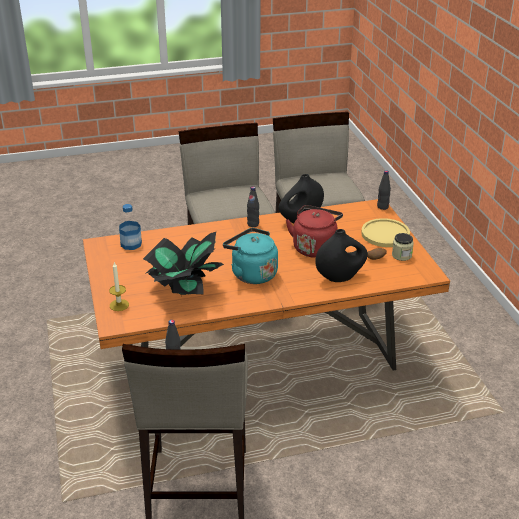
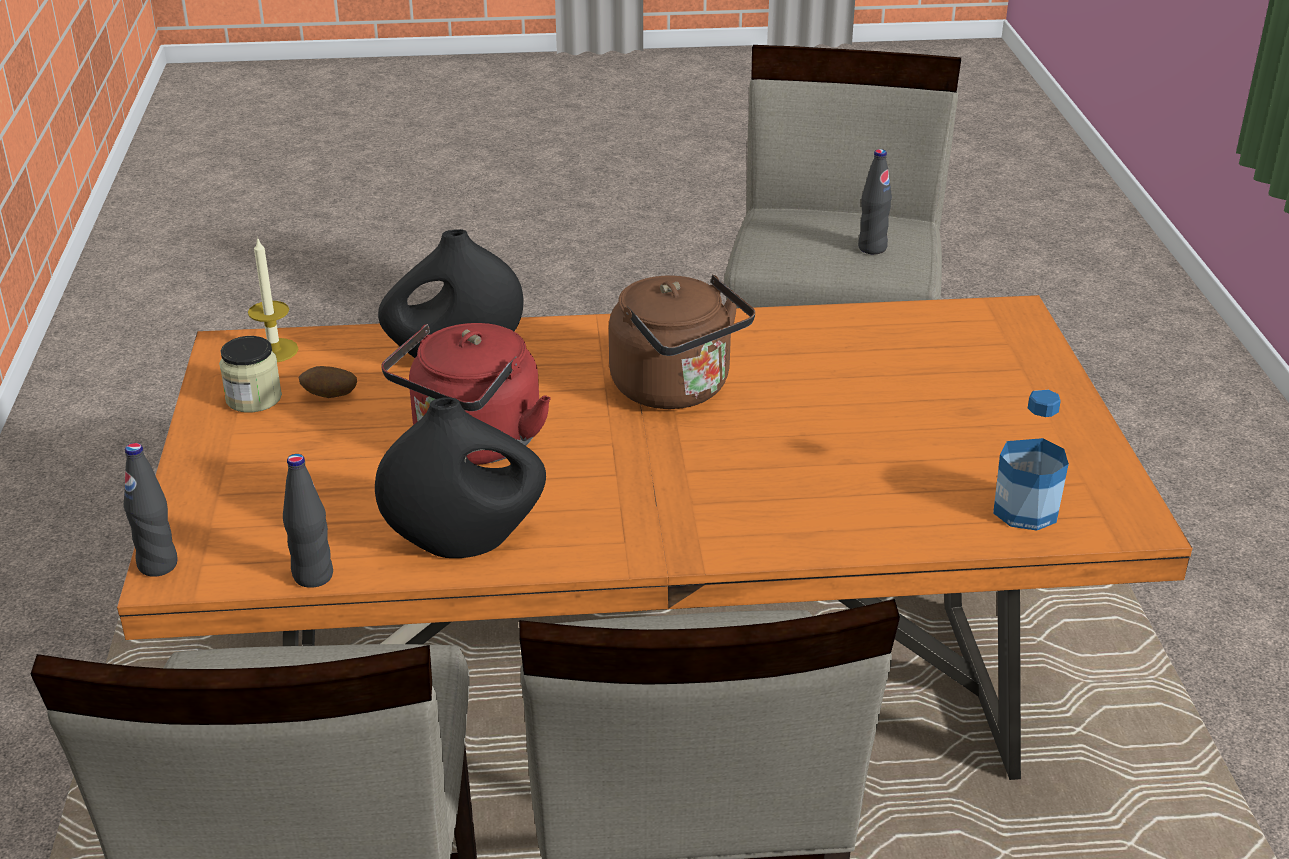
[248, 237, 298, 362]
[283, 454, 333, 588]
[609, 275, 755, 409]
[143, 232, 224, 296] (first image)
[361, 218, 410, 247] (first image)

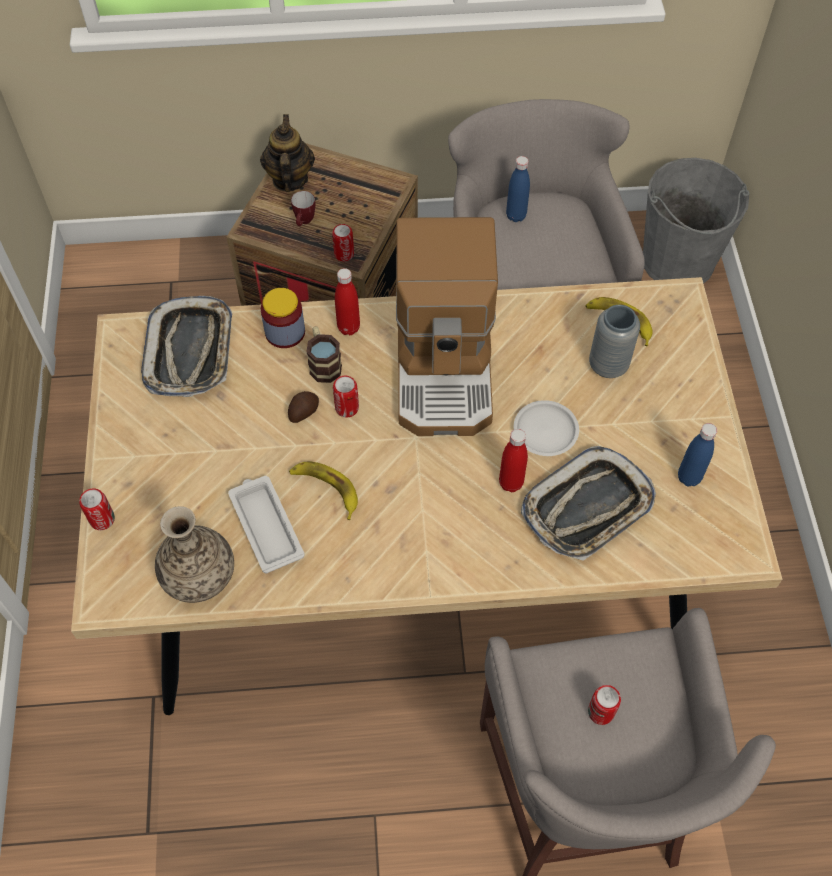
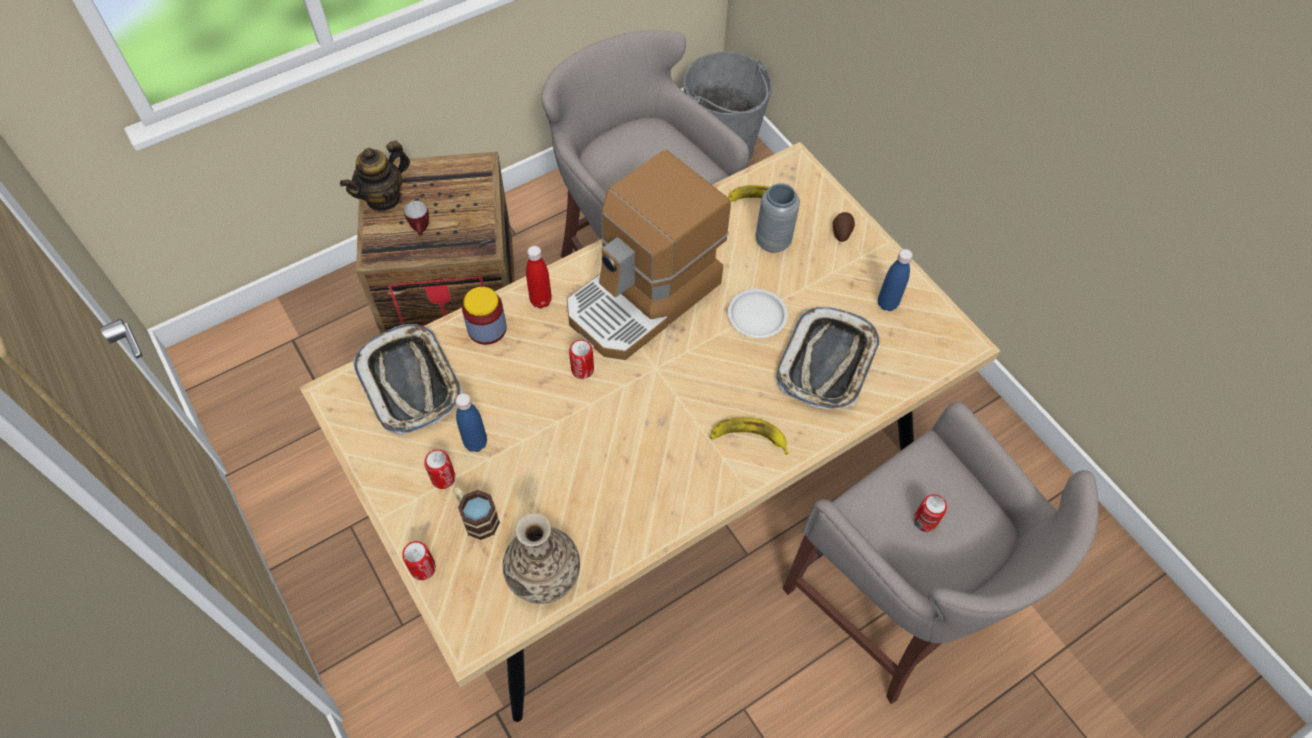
[340, 140, 410, 212]
[424, 449, 455, 489]
[453, 487, 500, 540]
[455, 393, 487, 452]
[567, 150, 731, 360]
[710, 418, 789, 455]
[833, 212, 855, 242]
[228, 476, 305, 573] (first image)
[499, 429, 528, 492] (first image)

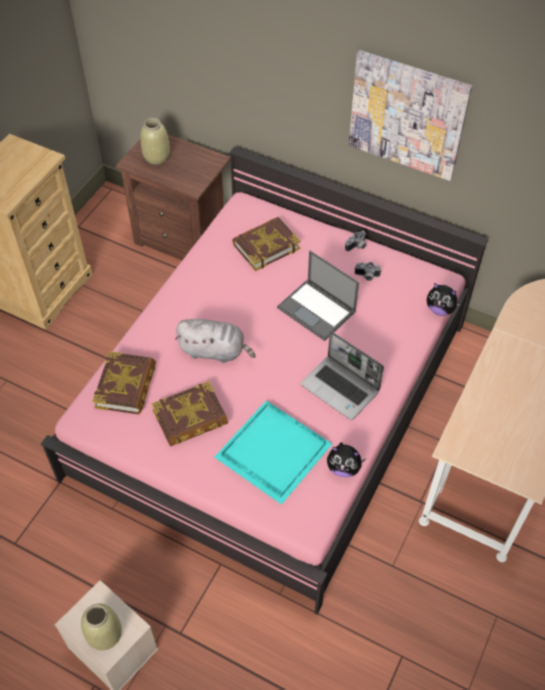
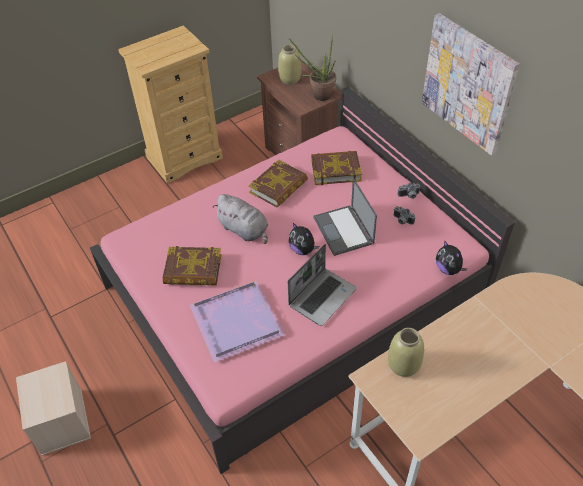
[189, 281, 285, 362]
[249, 160, 308, 207]
[288, 244, 357, 326]
[289, 34, 336, 101]
[289, 223, 319, 255]
[388, 328, 424, 377]

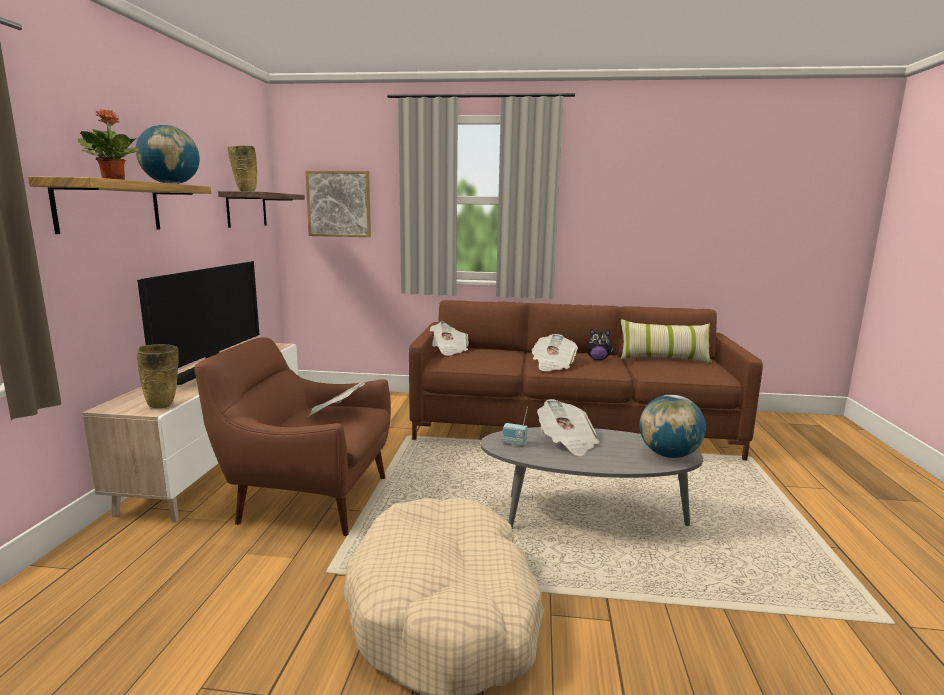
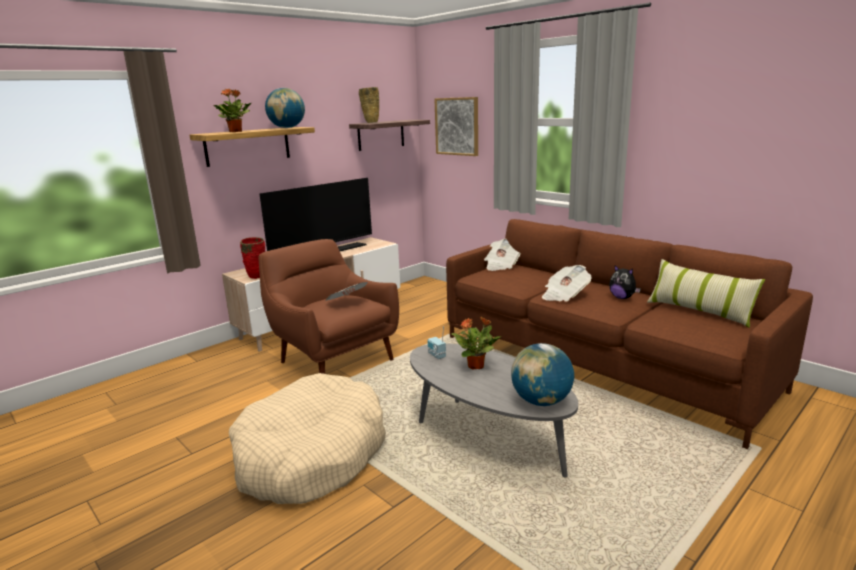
[240, 237, 265, 279]
[451, 317, 501, 369]

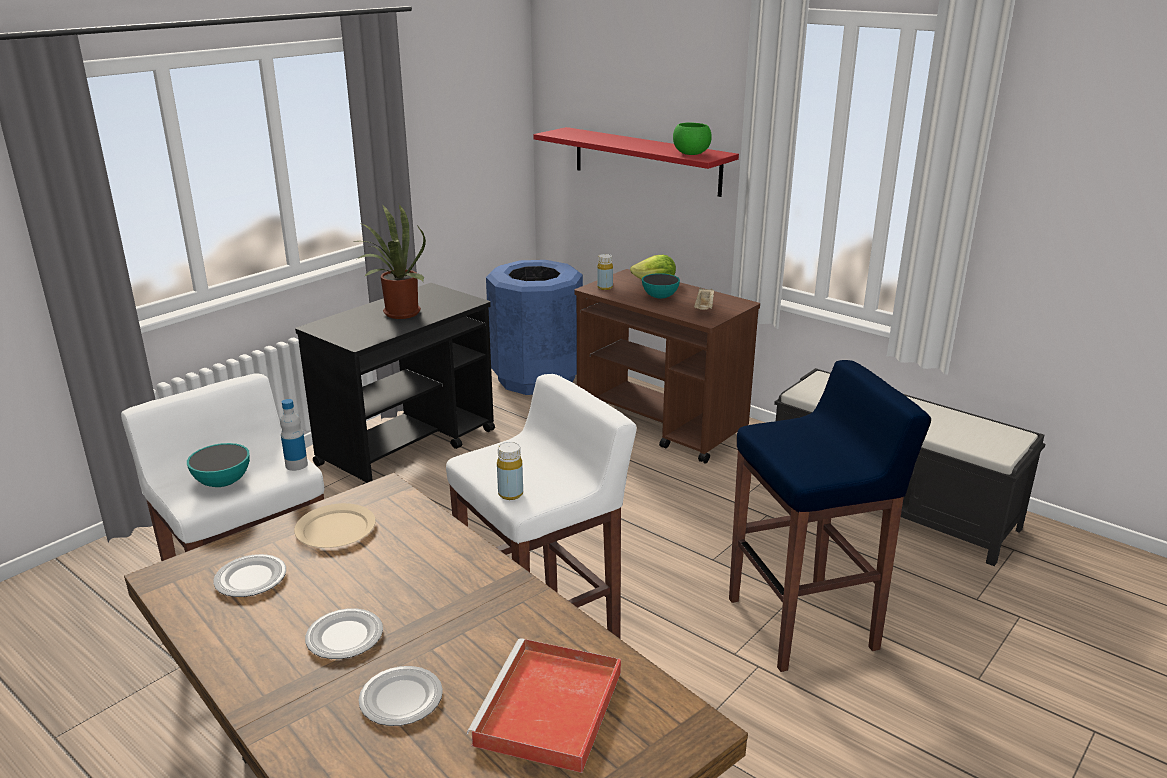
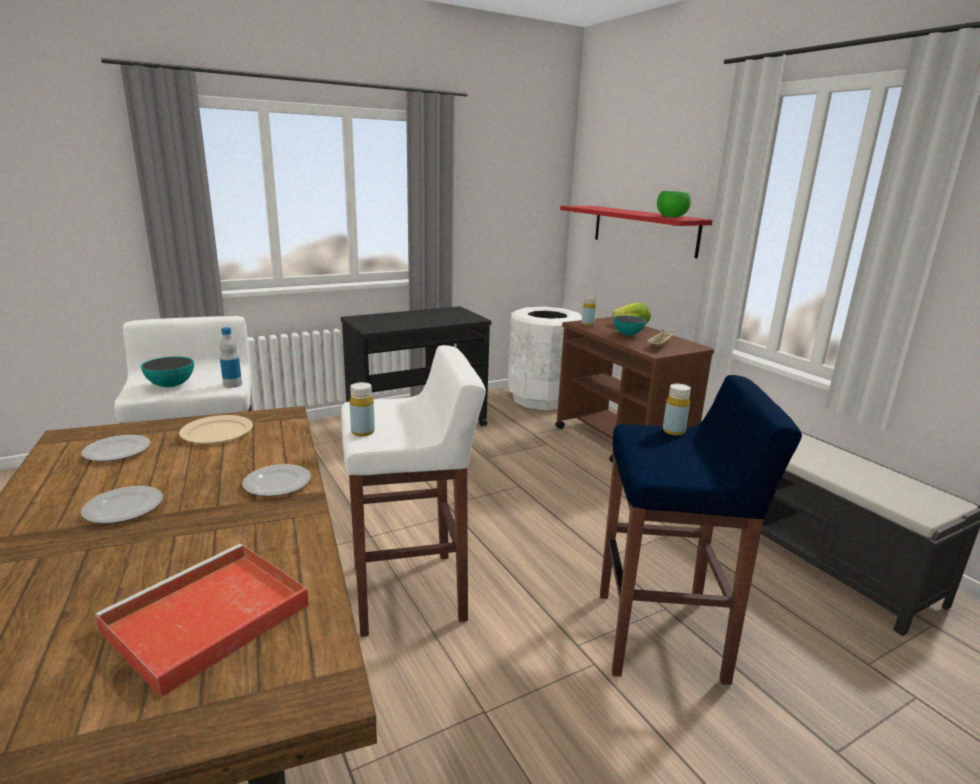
[242, 464, 311, 496]
[508, 307, 582, 410]
[663, 384, 691, 436]
[358, 204, 426, 319] (first image)

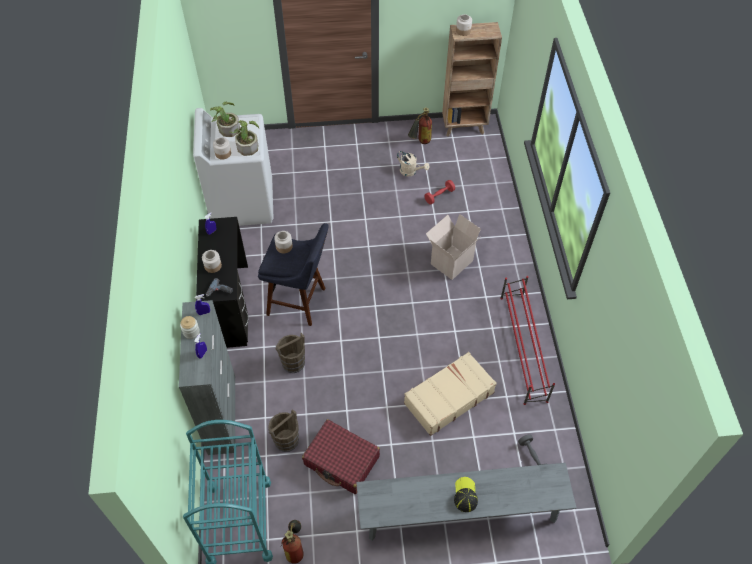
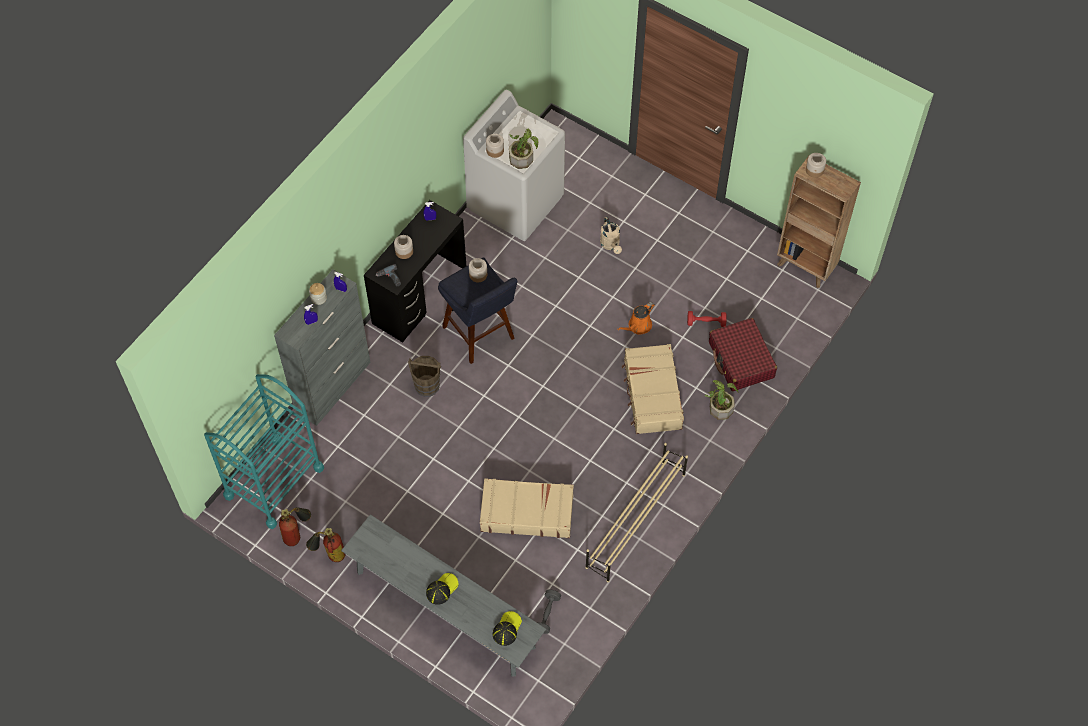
[306, 528, 346, 562]
[493, 611, 522, 646]
[585, 443, 688, 582]
[600, 217, 622, 254]
[617, 302, 655, 335]
[622, 344, 684, 434]
[704, 380, 739, 420]
[709, 318, 777, 391]
[268, 409, 299, 452] (first image)

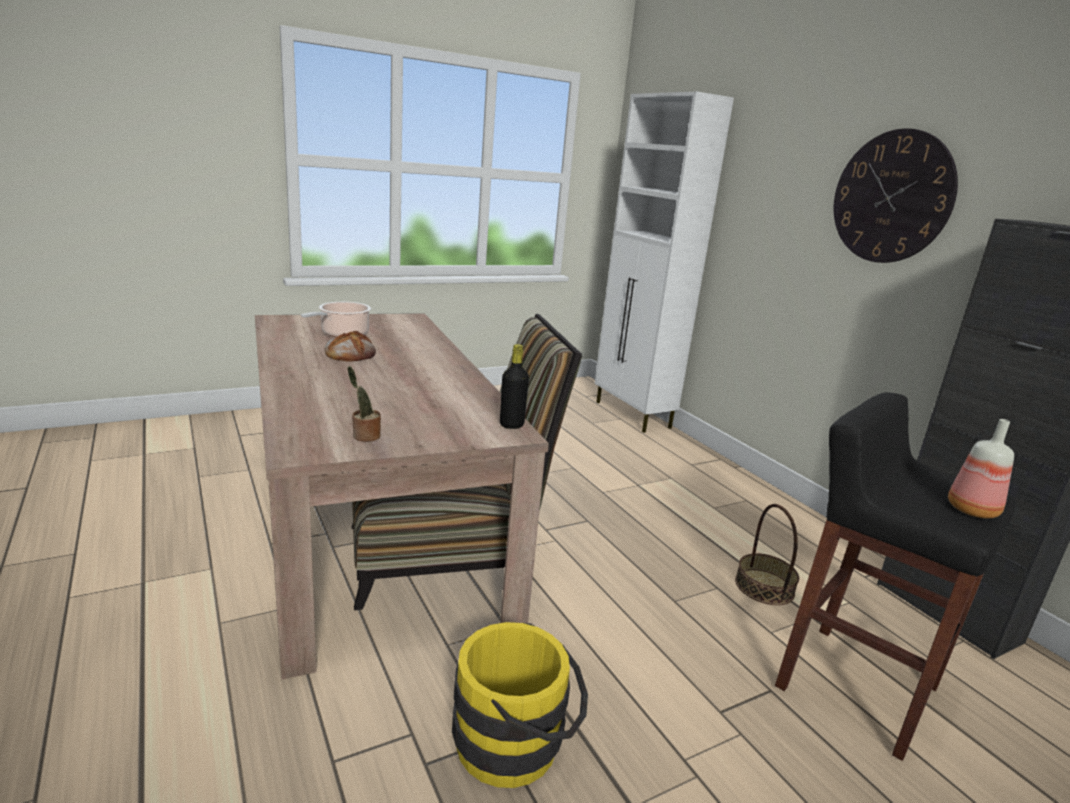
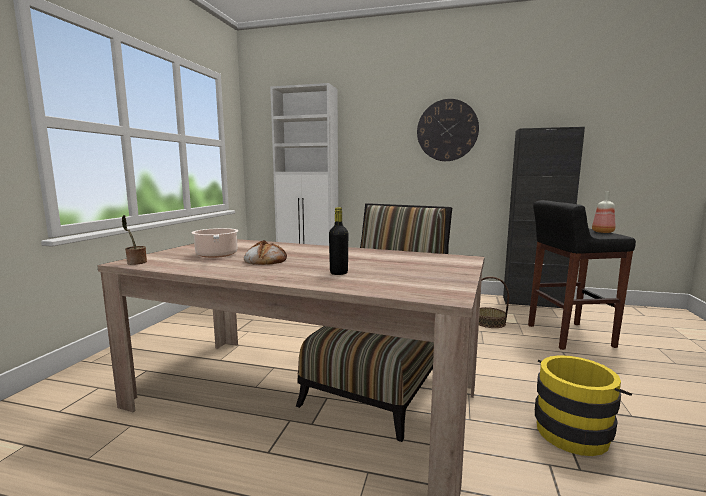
[122, 215, 147, 265]
[329, 207, 348, 275]

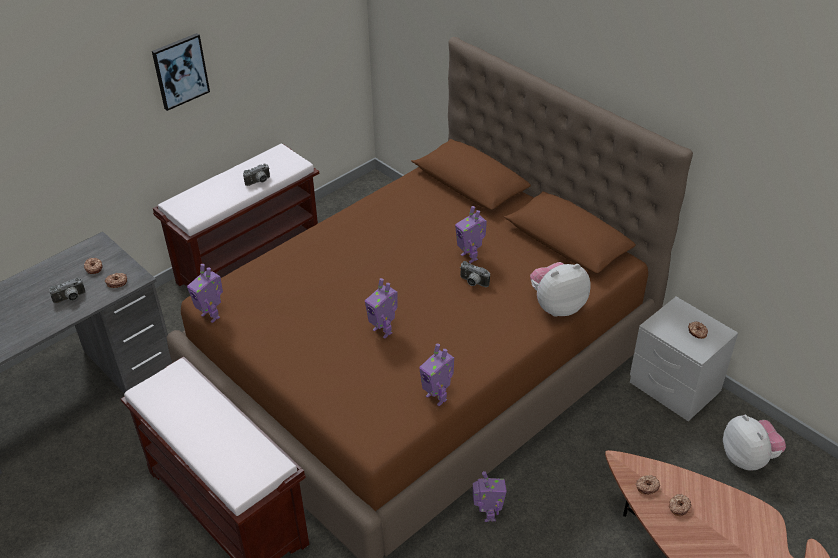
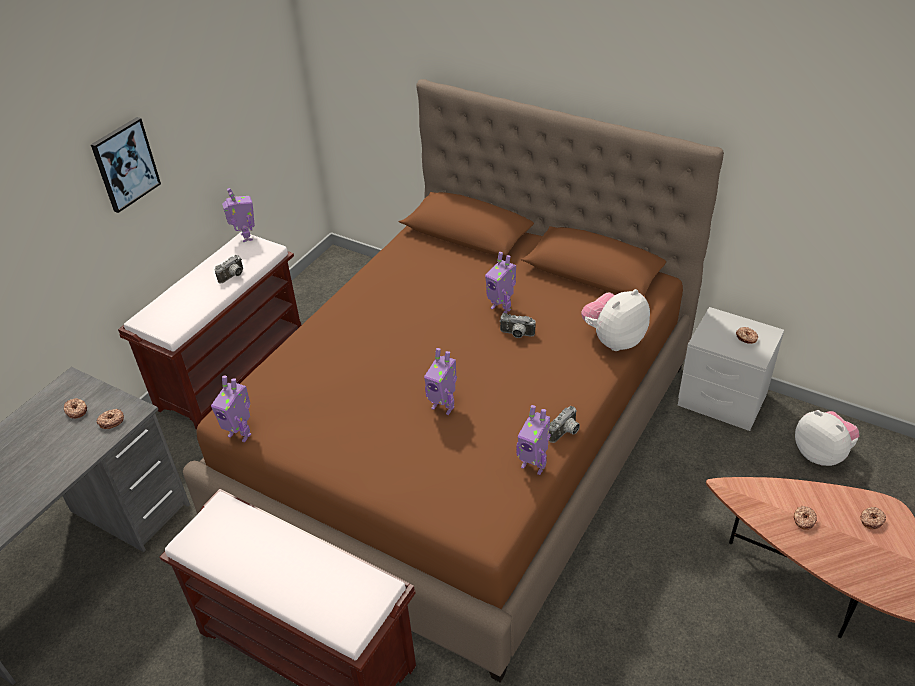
[222, 188, 255, 242]
[549, 406, 580, 443]
[860, 507, 886, 529]

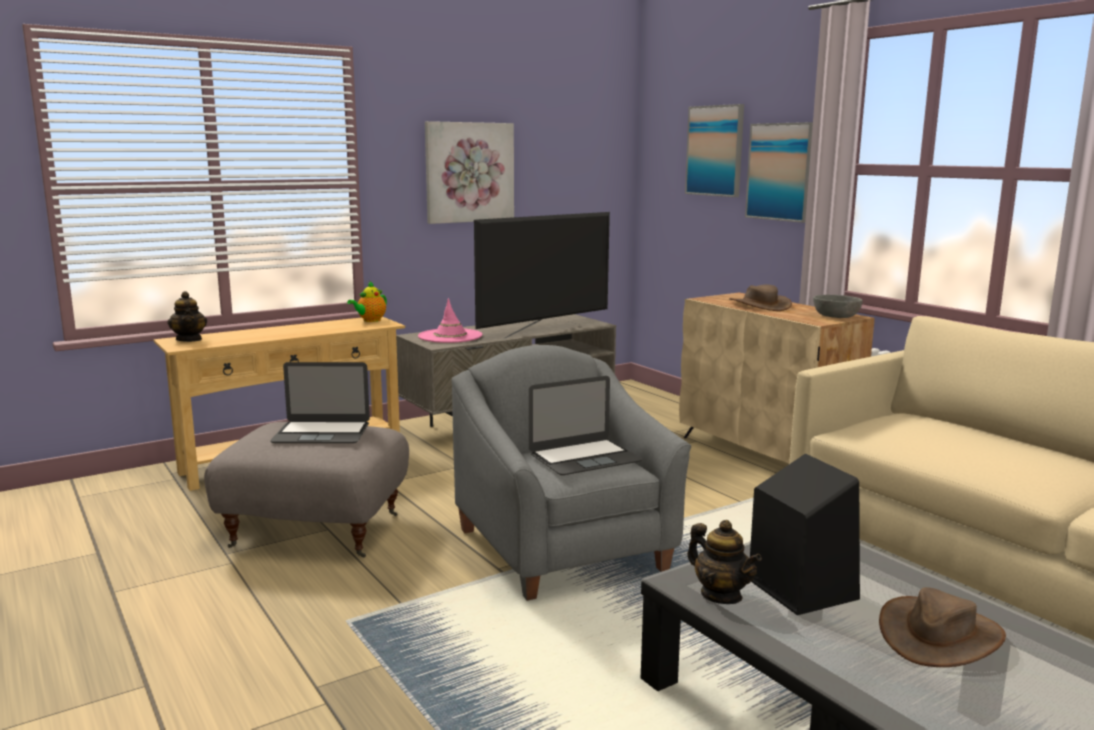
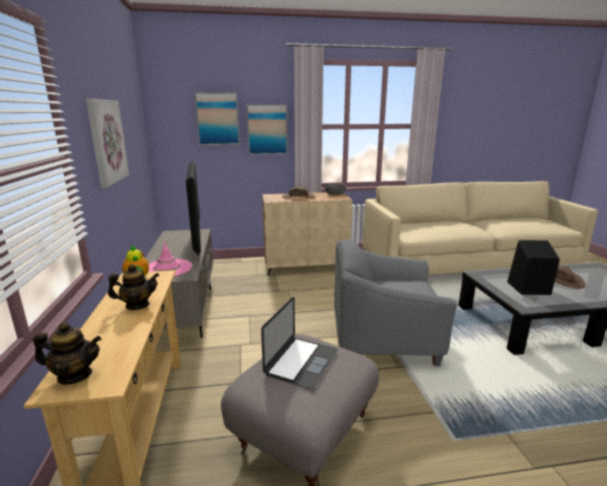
[108, 264, 159, 310]
[529, 376, 643, 475] (first image)

